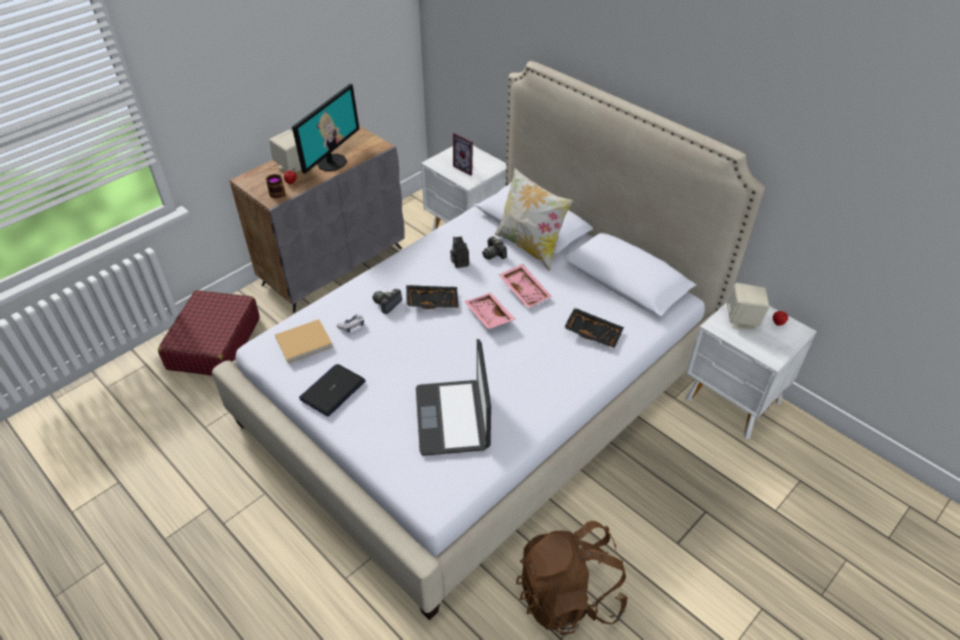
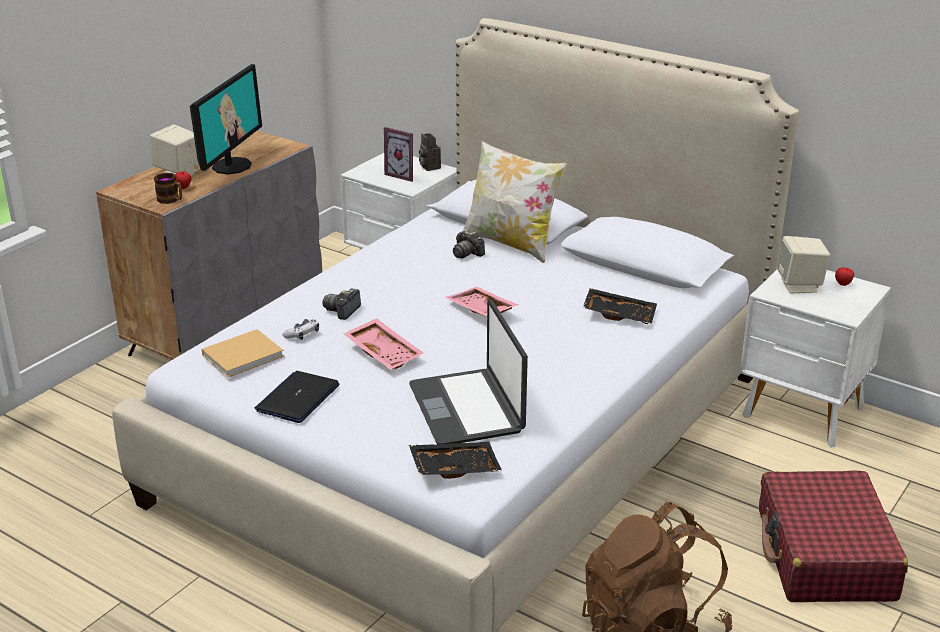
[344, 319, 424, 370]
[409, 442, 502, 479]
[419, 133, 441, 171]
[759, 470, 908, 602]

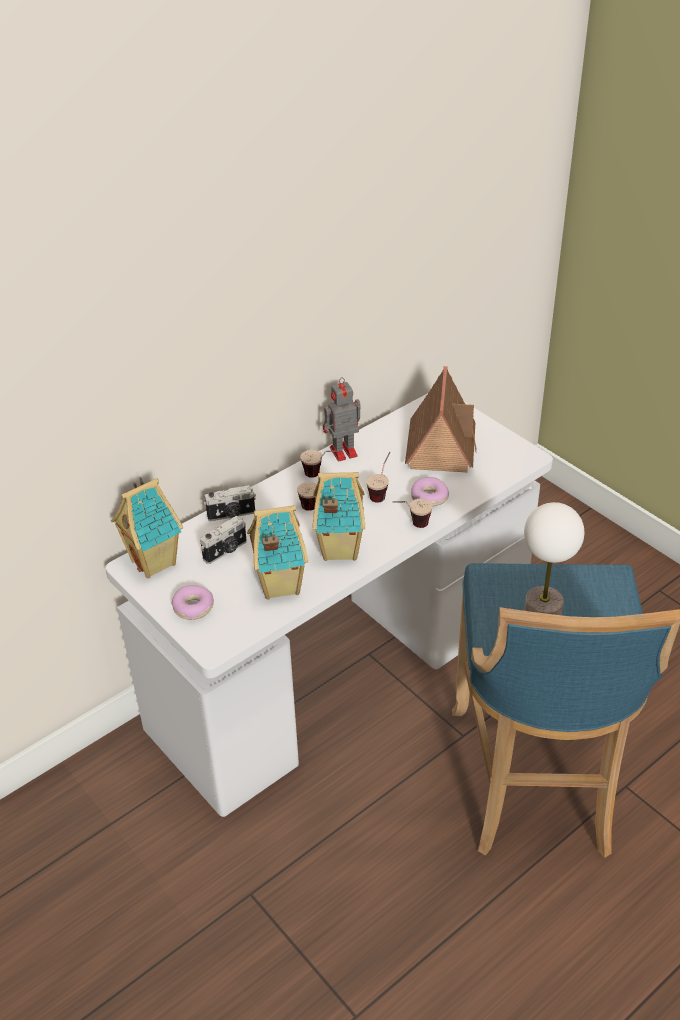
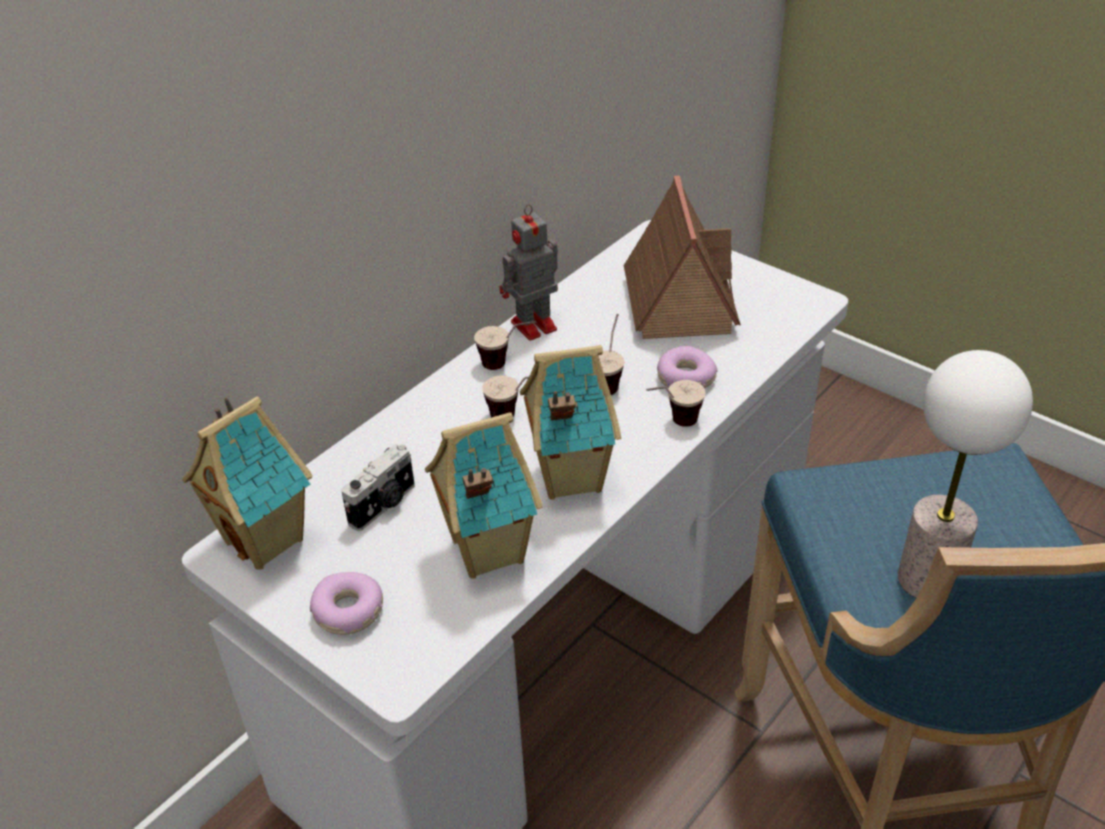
[204, 485, 256, 521] (first image)

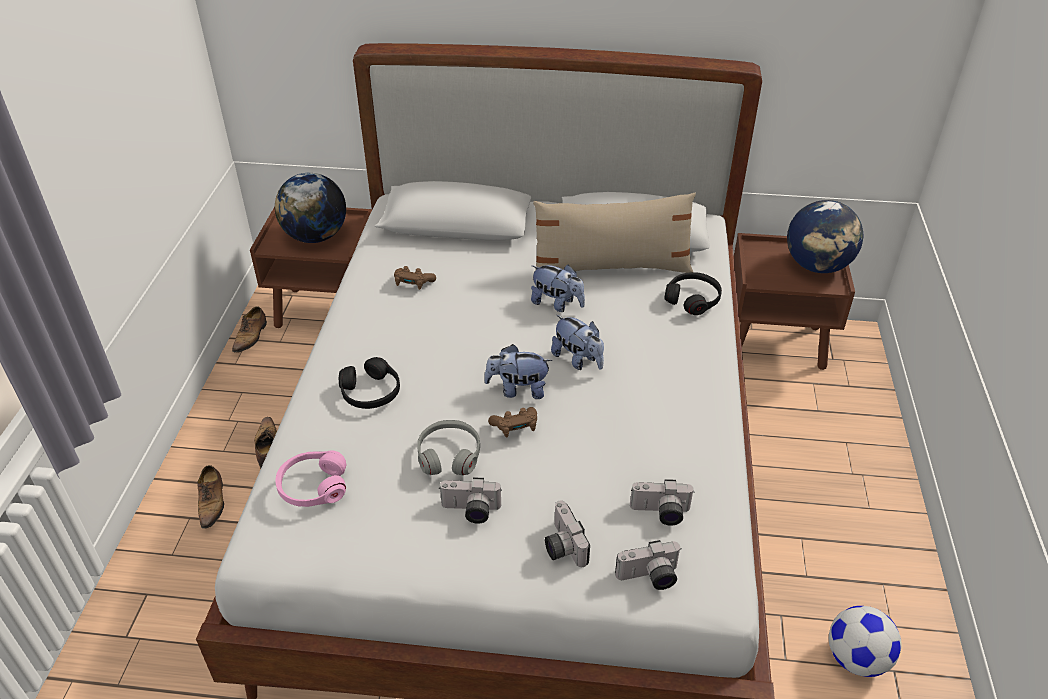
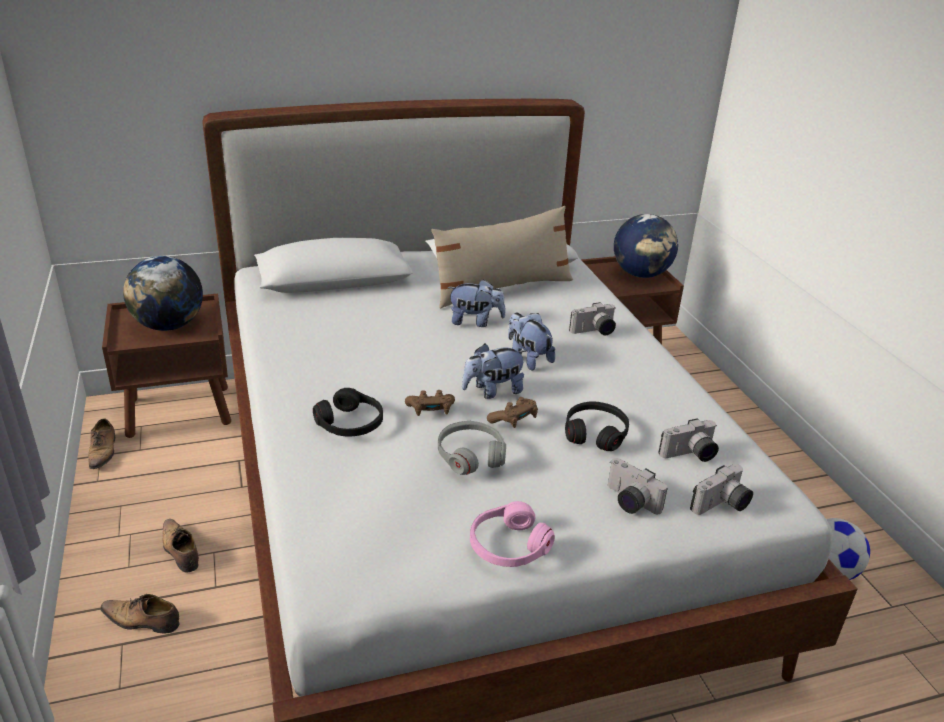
[100, 594, 179, 634]
[405, 390, 455, 416]
[470, 501, 555, 567]
[508, 313, 555, 371]
[565, 401, 629, 451]
[569, 302, 616, 335]

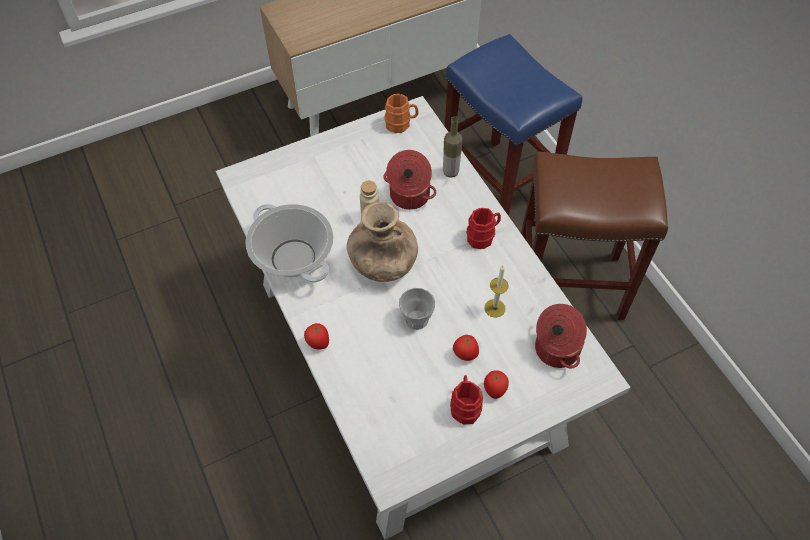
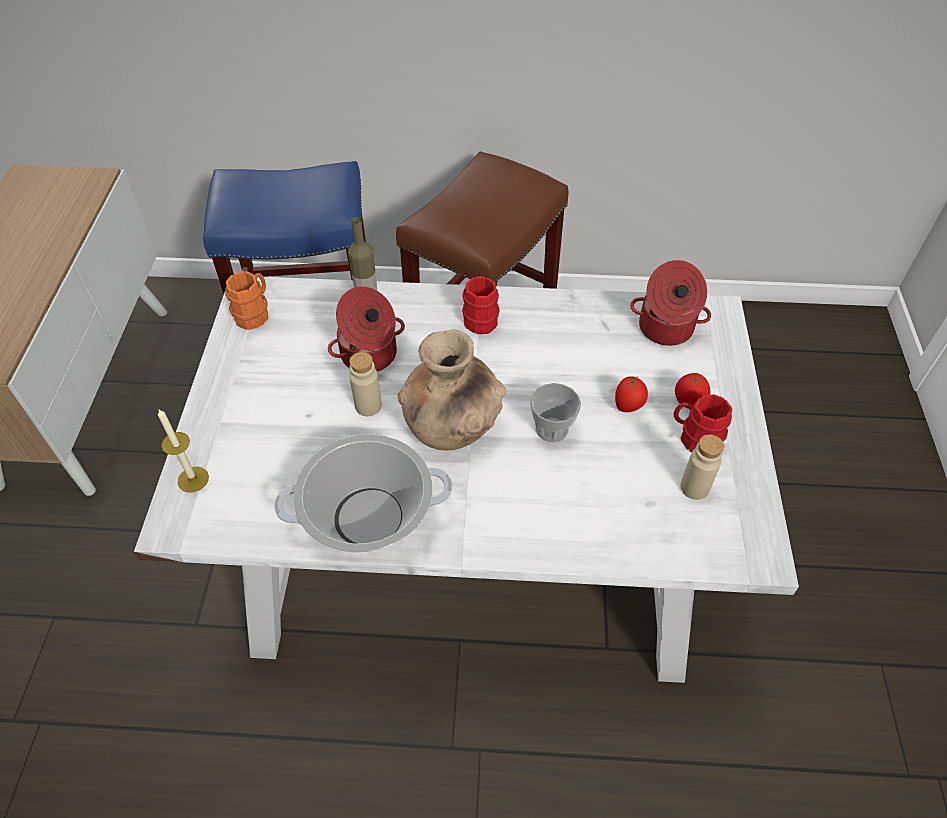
[158, 409, 209, 493]
[680, 434, 724, 500]
[304, 323, 329, 349] (first image)

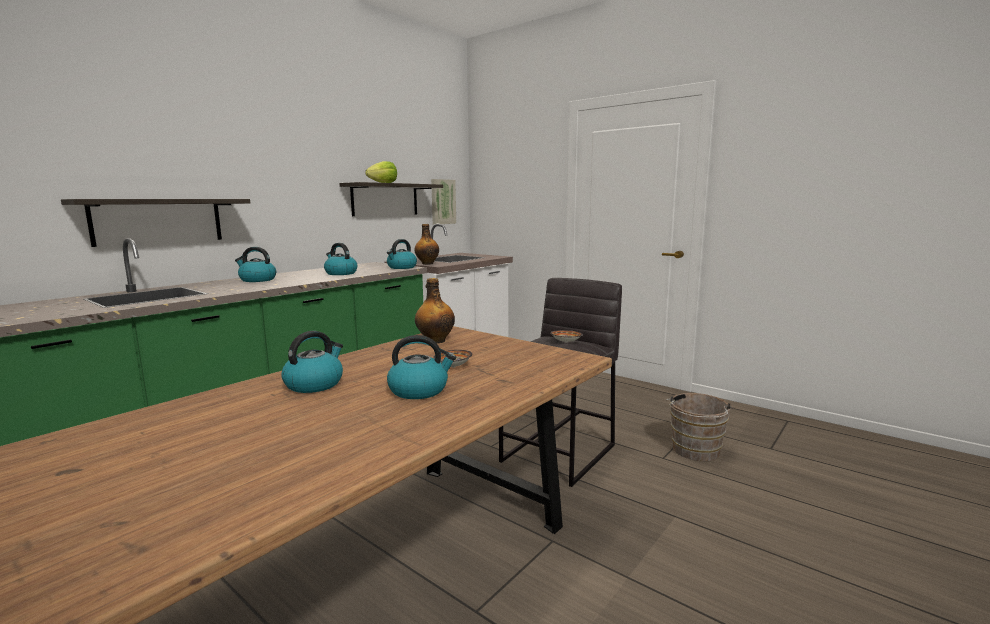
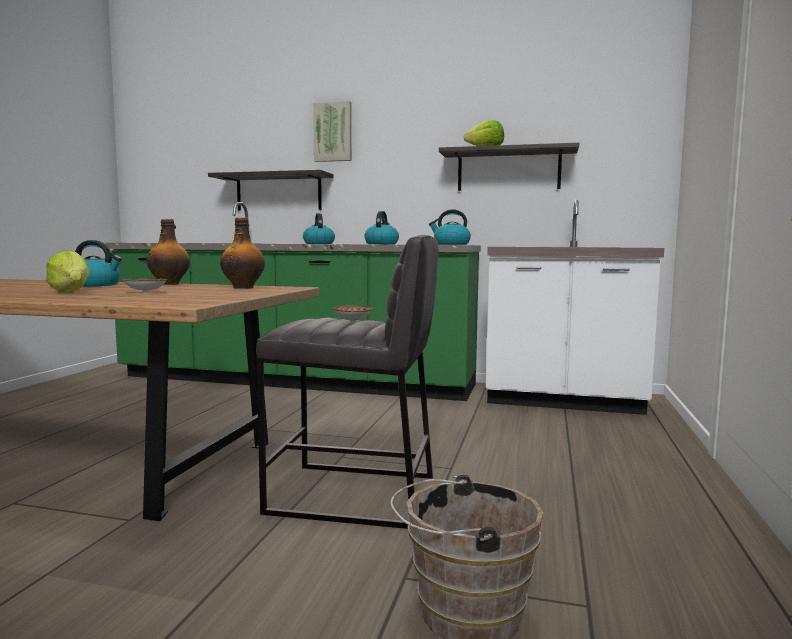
[46, 250, 90, 292]
[146, 219, 190, 285]
[313, 101, 352, 162]

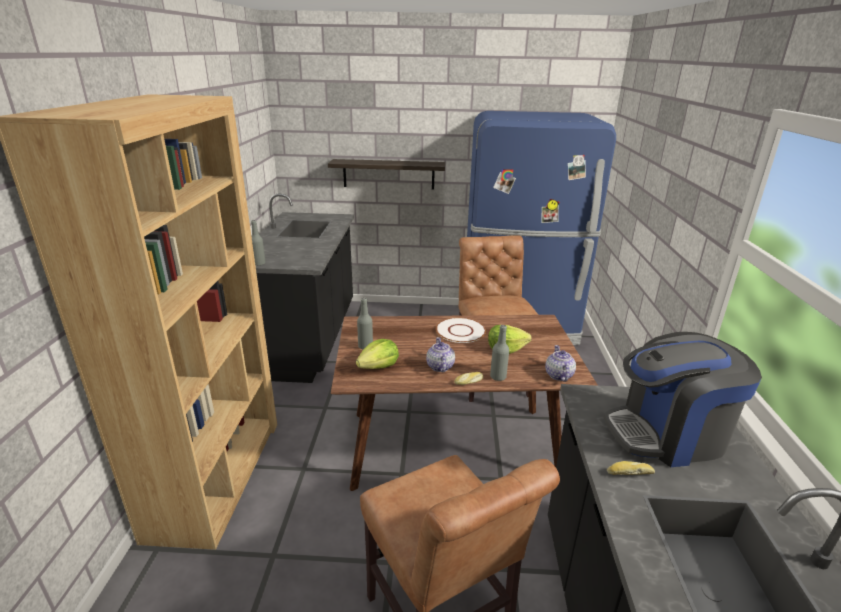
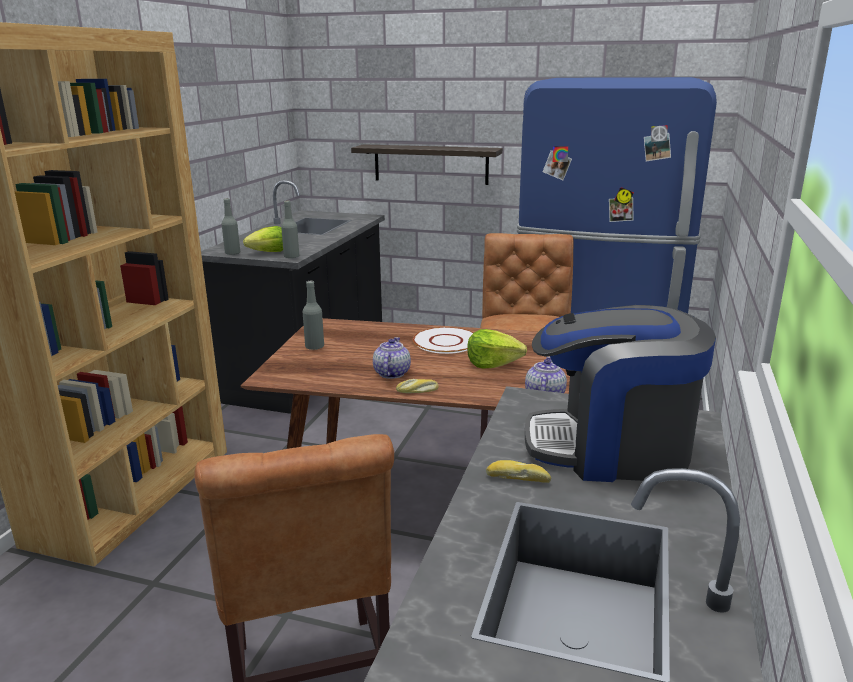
[243, 226, 283, 252]
[281, 201, 299, 258]

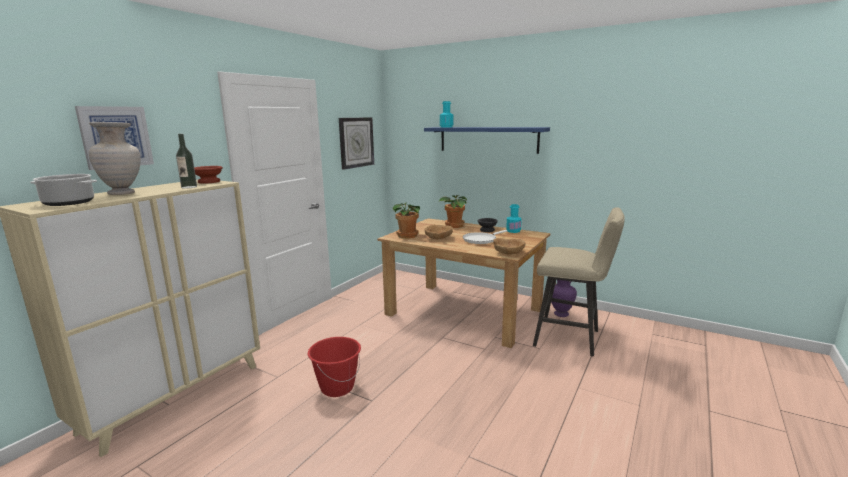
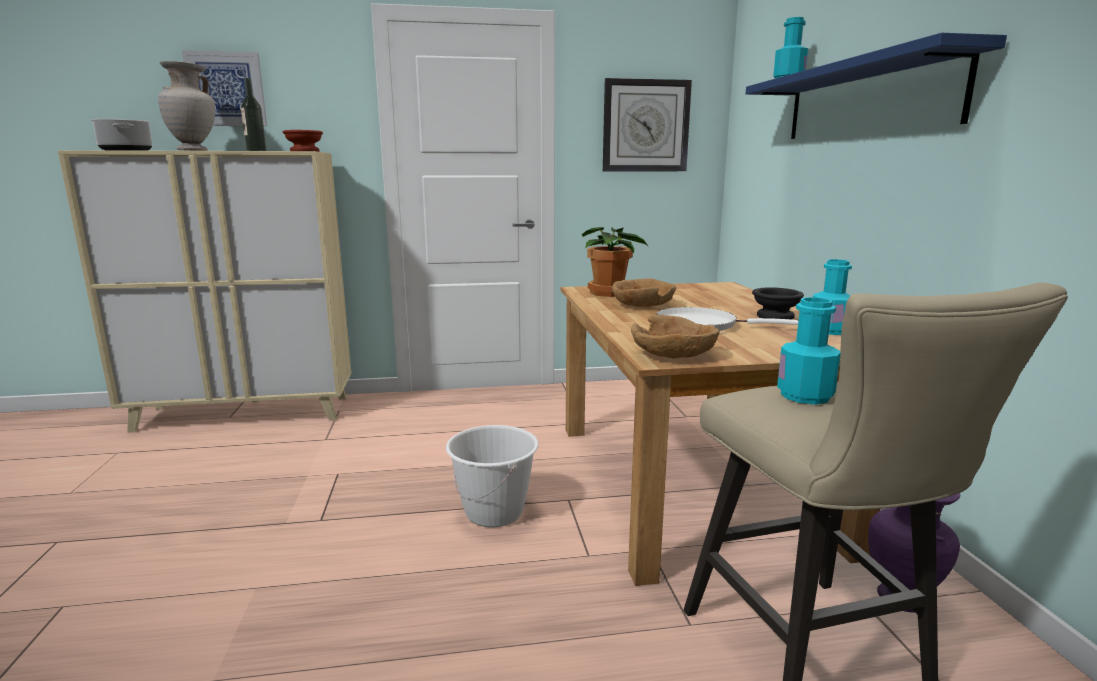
[446, 425, 539, 527]
[777, 297, 840, 405]
[308, 337, 361, 397] (first image)
[438, 195, 467, 228] (first image)

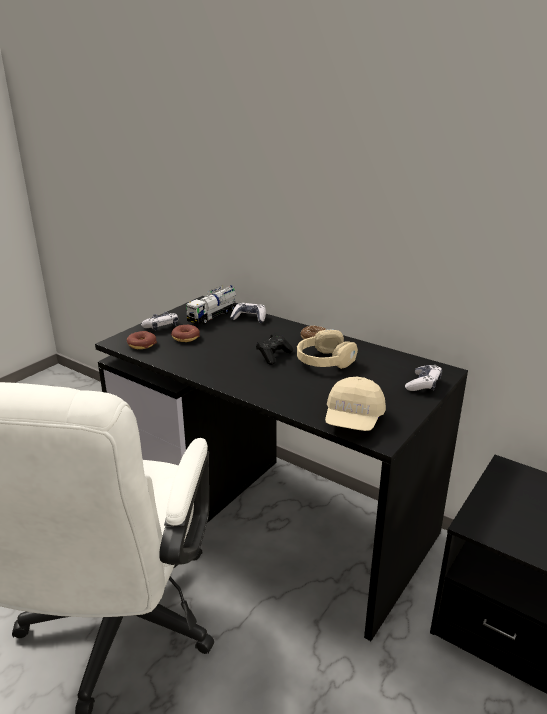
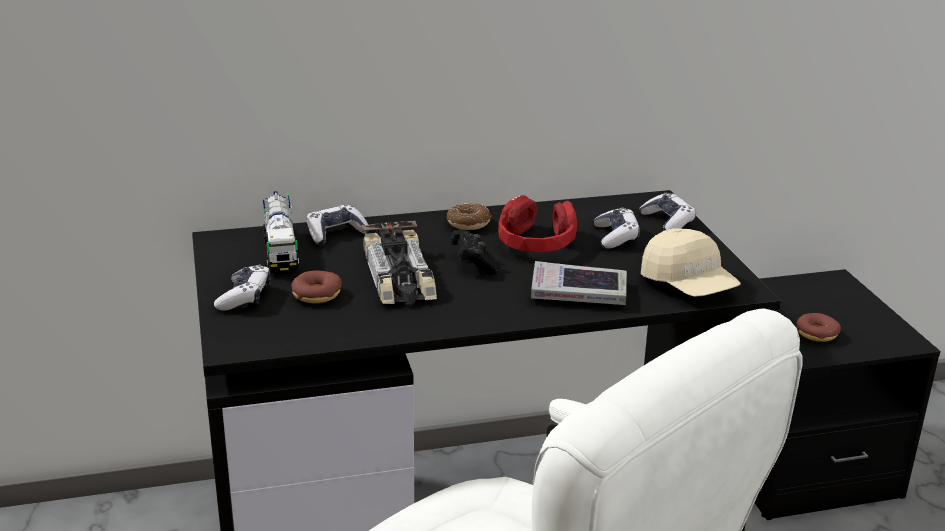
[362, 221, 437, 306]
[498, 195, 577, 252]
[531, 261, 627, 305]
[594, 207, 640, 249]
[797, 313, 841, 342]

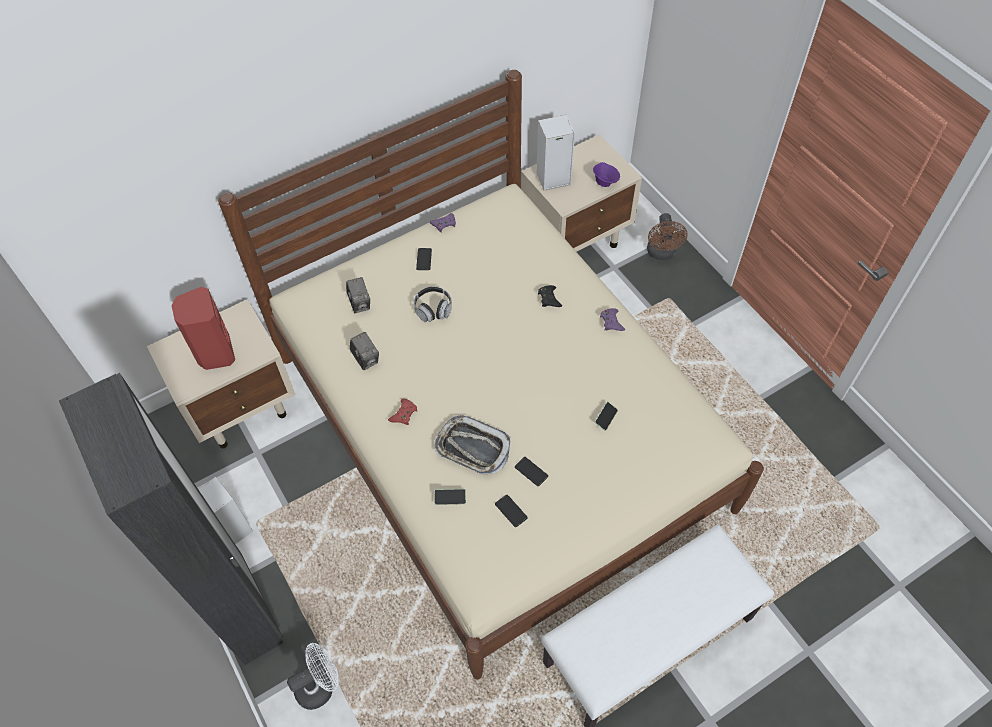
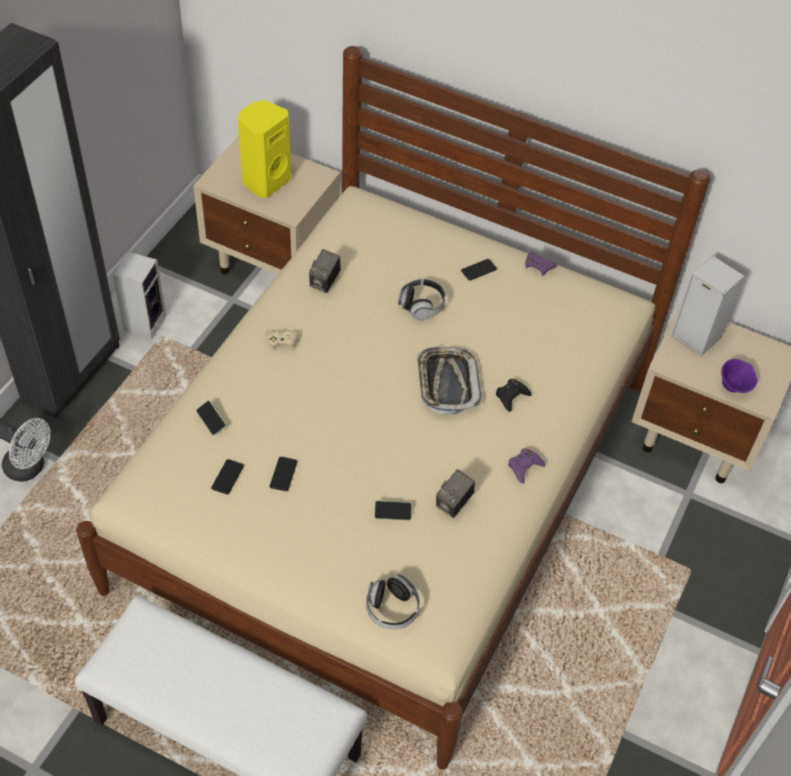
[238, 100, 291, 198]
[265, 330, 299, 349]
[366, 574, 420, 630]
[417, 346, 482, 415]
[436, 469, 475, 518]
[647, 213, 688, 260] (first image)

